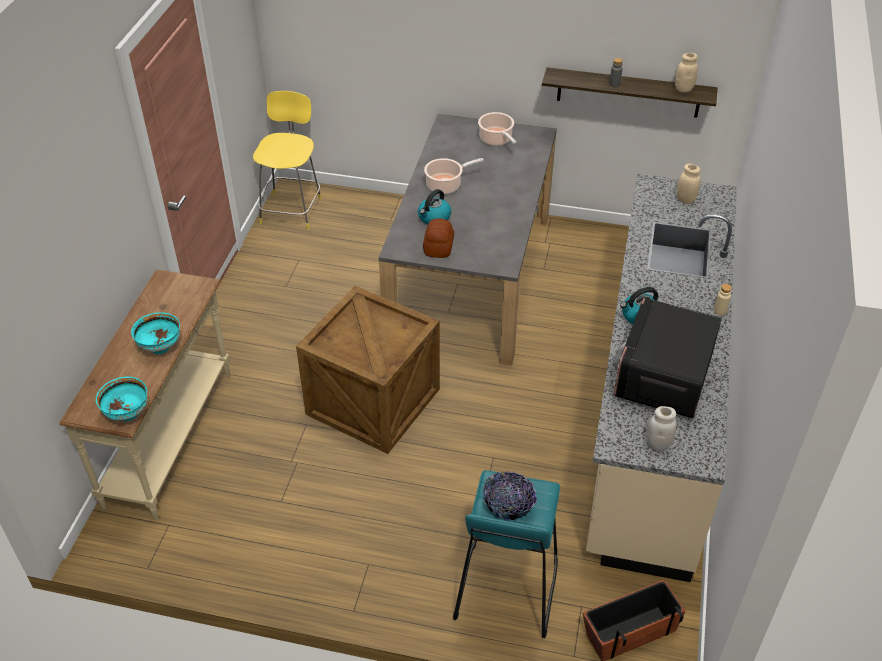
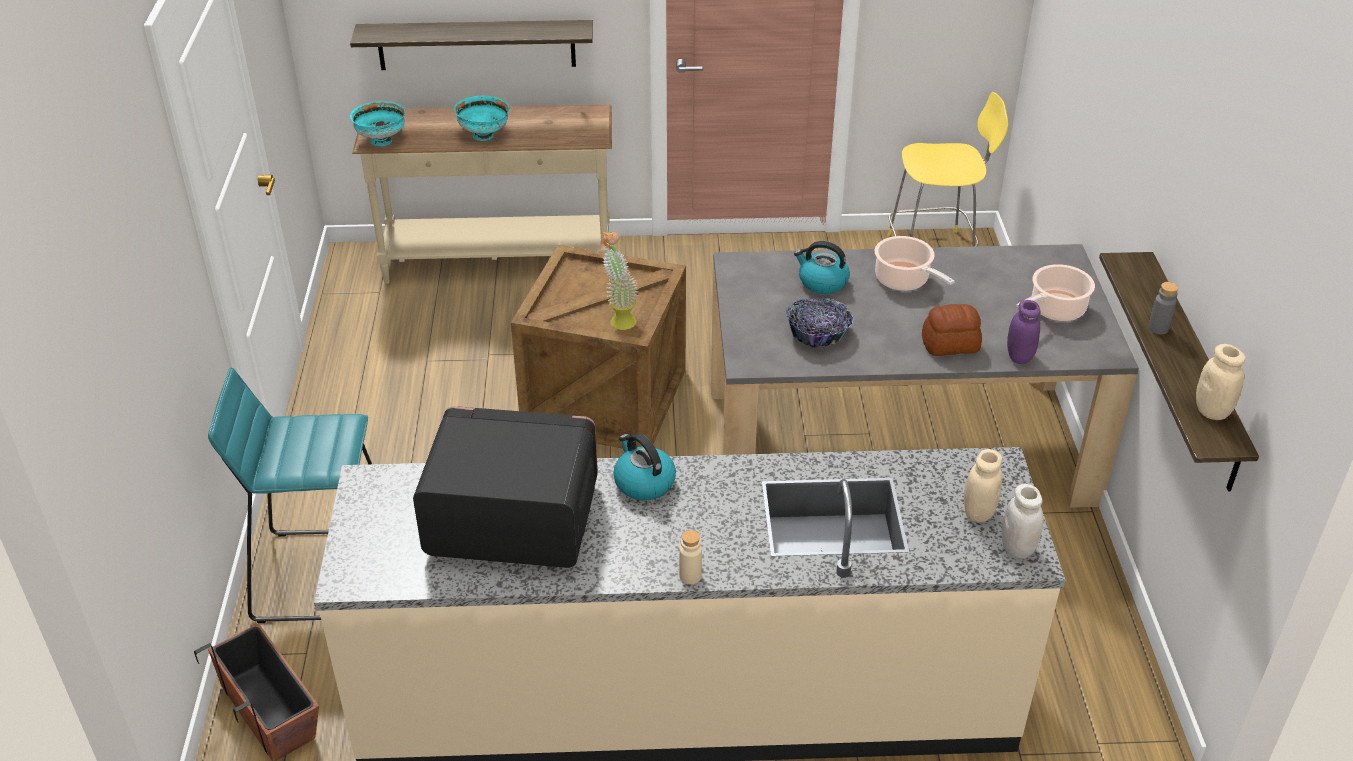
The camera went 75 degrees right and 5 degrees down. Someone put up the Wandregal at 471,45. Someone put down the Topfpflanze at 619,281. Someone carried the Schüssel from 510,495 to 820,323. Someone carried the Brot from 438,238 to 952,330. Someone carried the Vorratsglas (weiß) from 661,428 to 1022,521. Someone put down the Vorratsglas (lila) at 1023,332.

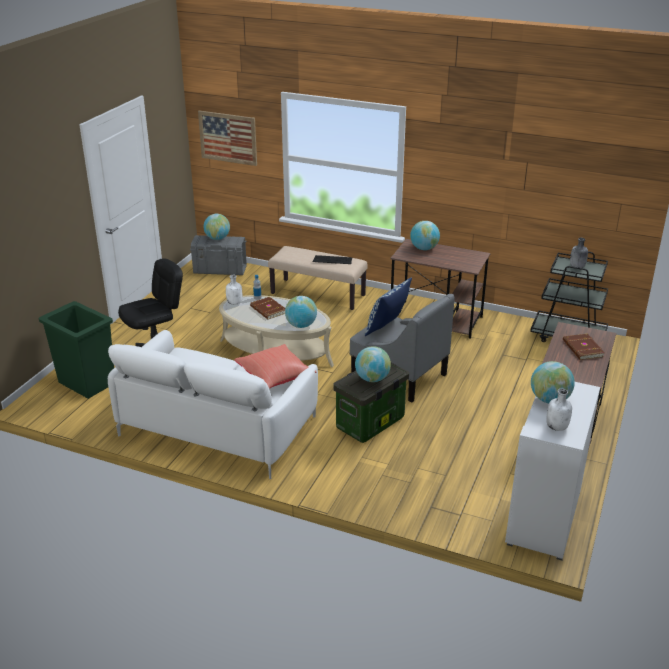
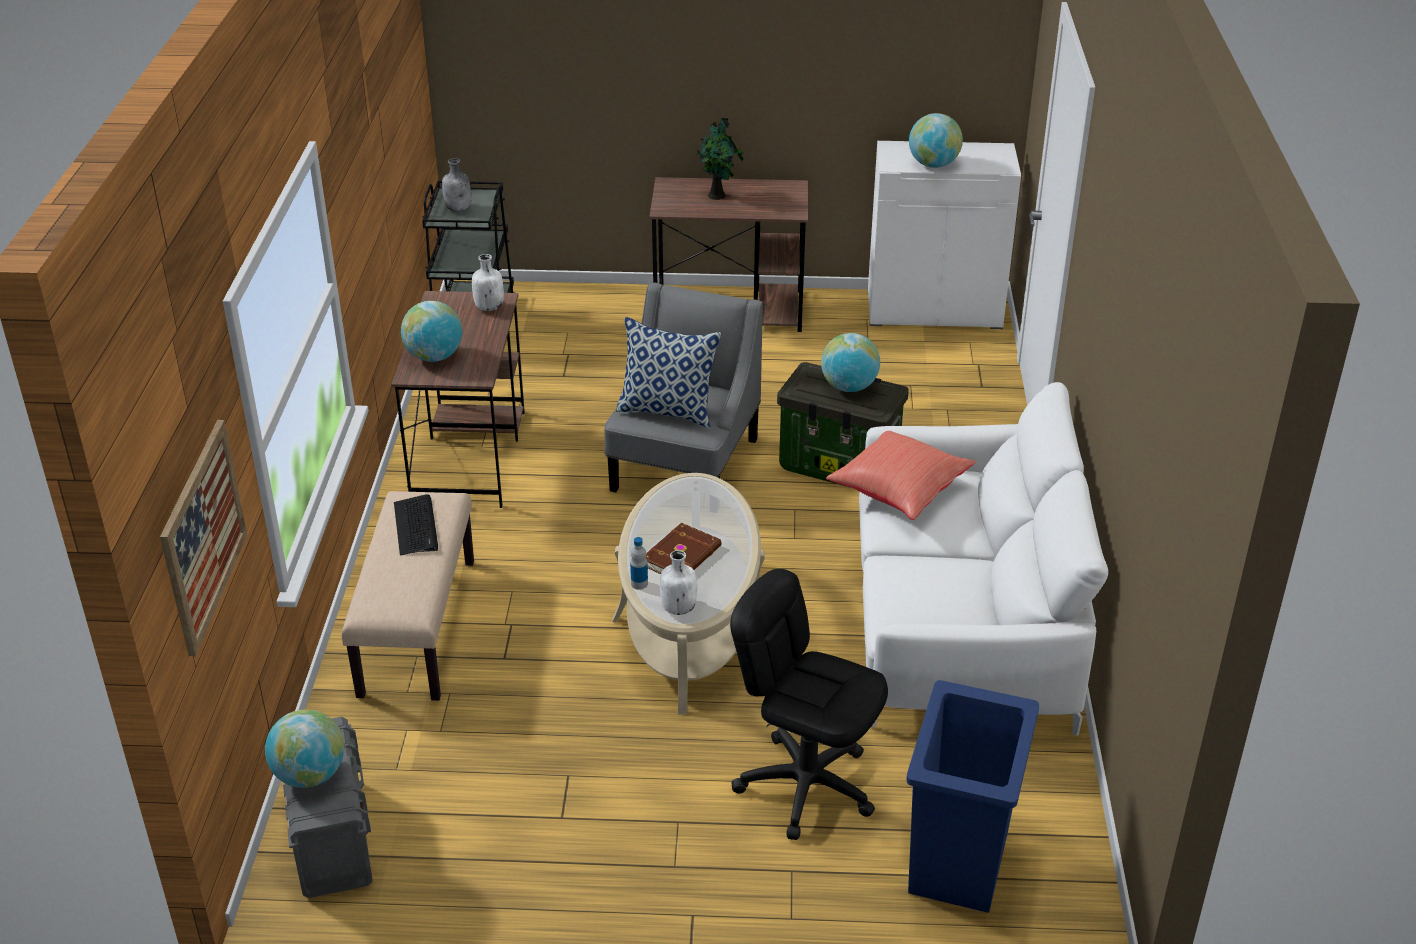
The camera went 110 degrees left and 5 degrees up. Someone carried the Flasche (weiß) from 559,410 to 488,282. Someone swapped the Buch (braun) at 584,347 for the Topfpflanze at 720,159. Someone repainted the Mülleimer (grün) at 76,350, which became the Mülleimer (blau) at 972,796. Someone took away the Globus at 301,312.

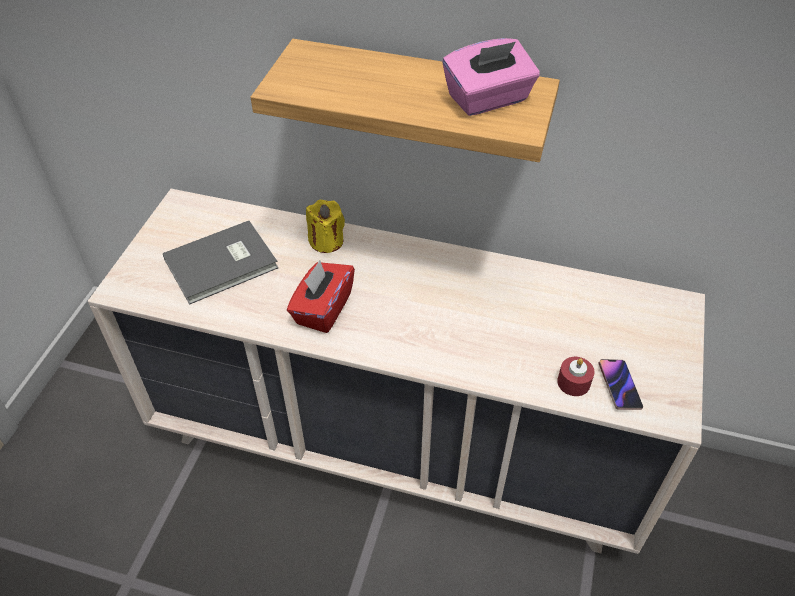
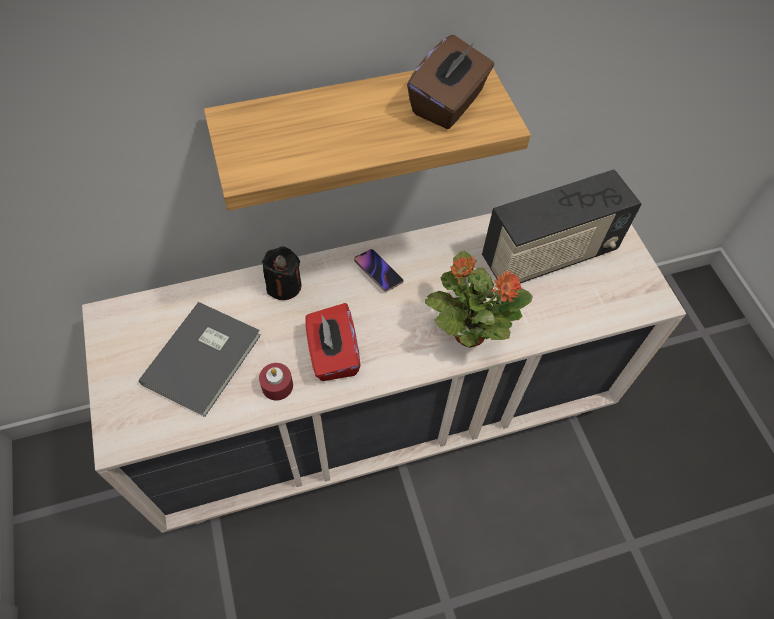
The camera went 35 degrees left and 10 degrees up. Someone carried the Kerze (rot) from 576,376 to 276,382. Someone repainted the Kerze (gelb) at 325,226, which became the Kerze (schwarz) at 282,273. Someone carried the Handy from 620,384 to 379,270. Someone repainted the Taschentuchbox (rosa) at 491,77, which became the Taschentuchbox (braun) at 450,82. Someone put down the Topfpflanze at 479,299. Someone put down the Radio at 561,226.

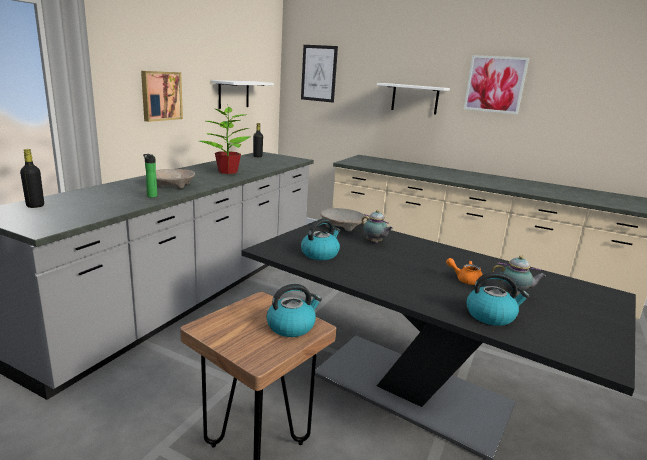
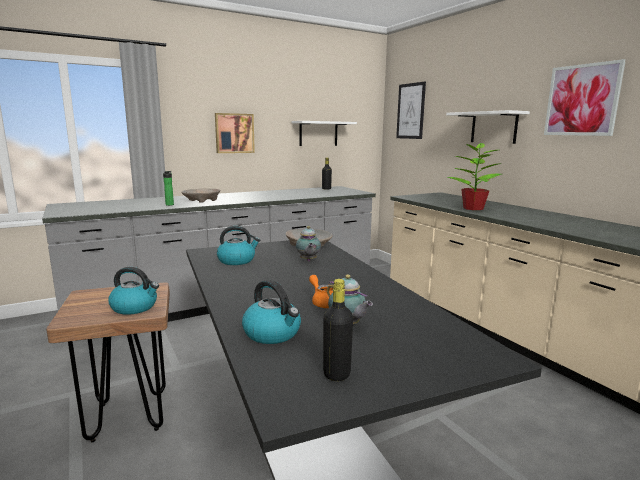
The camera went 35 degrees right and 5 degrees down. Someone carried the Flasche (schwarz) from 32,178 to 338,330. Someone carried the Topfpflanze from 224,139 to 474,175.

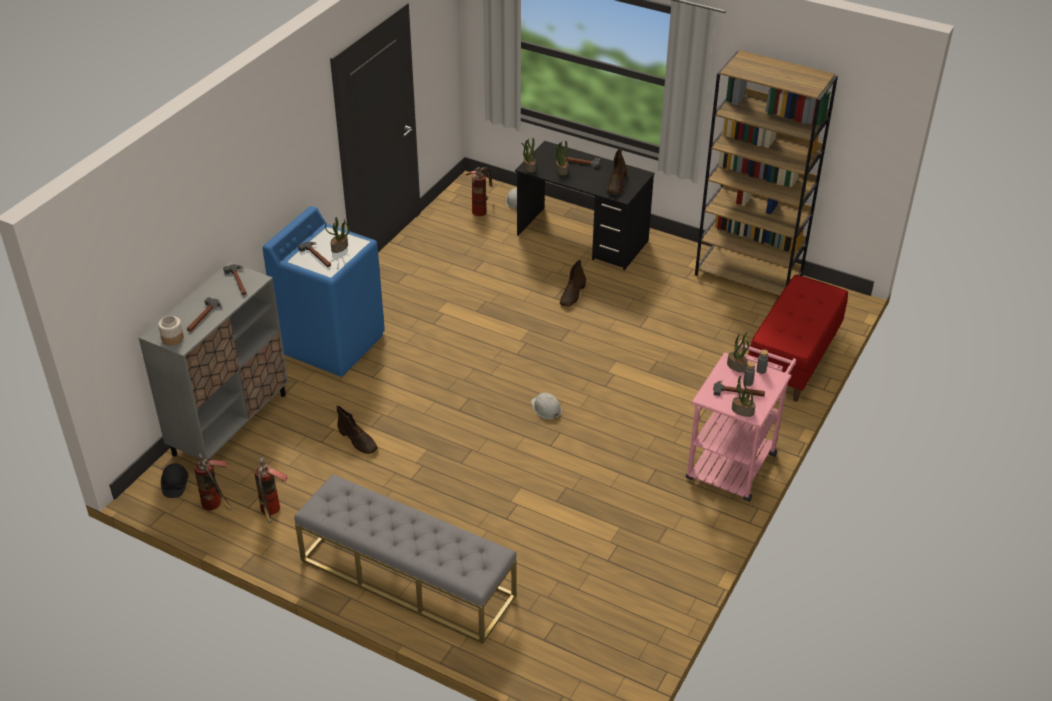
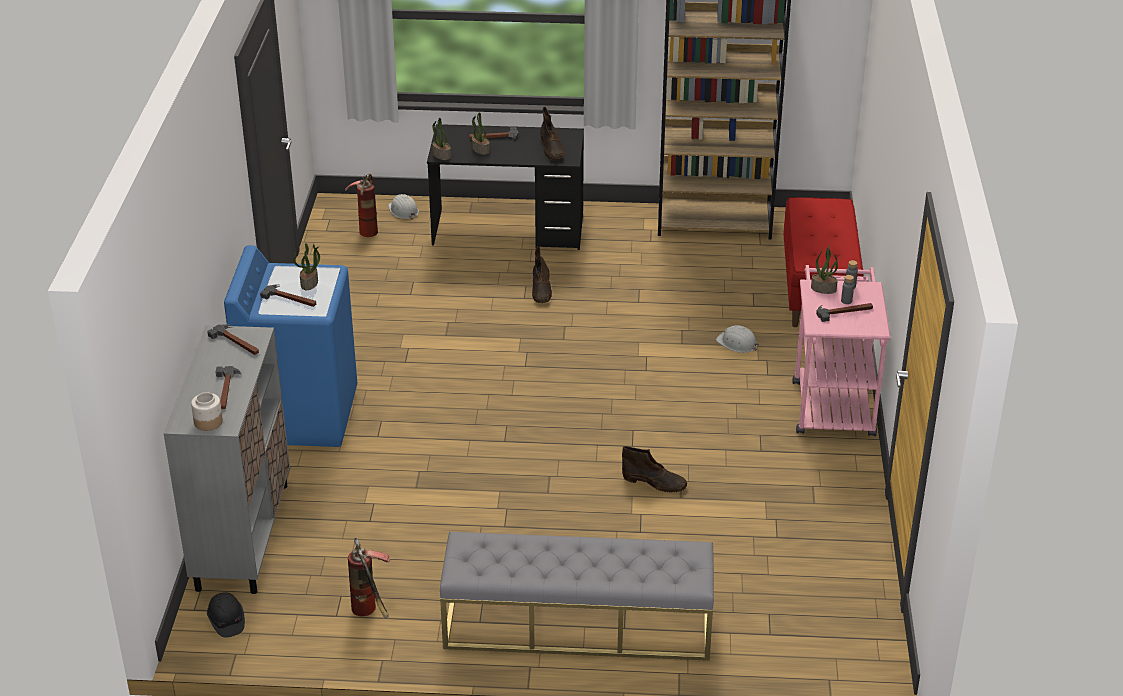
The camera went 25 degrees left and 5 degrees down. Someone carried the Stiefel (braun) from 357,430 to 654,469. Someone carried the Schutzhelm (weiß) from 546,406 to 737,339. Someone took away the Feuerlöscher at 213,481. Someone took away the Topfpflanze at 743,396.

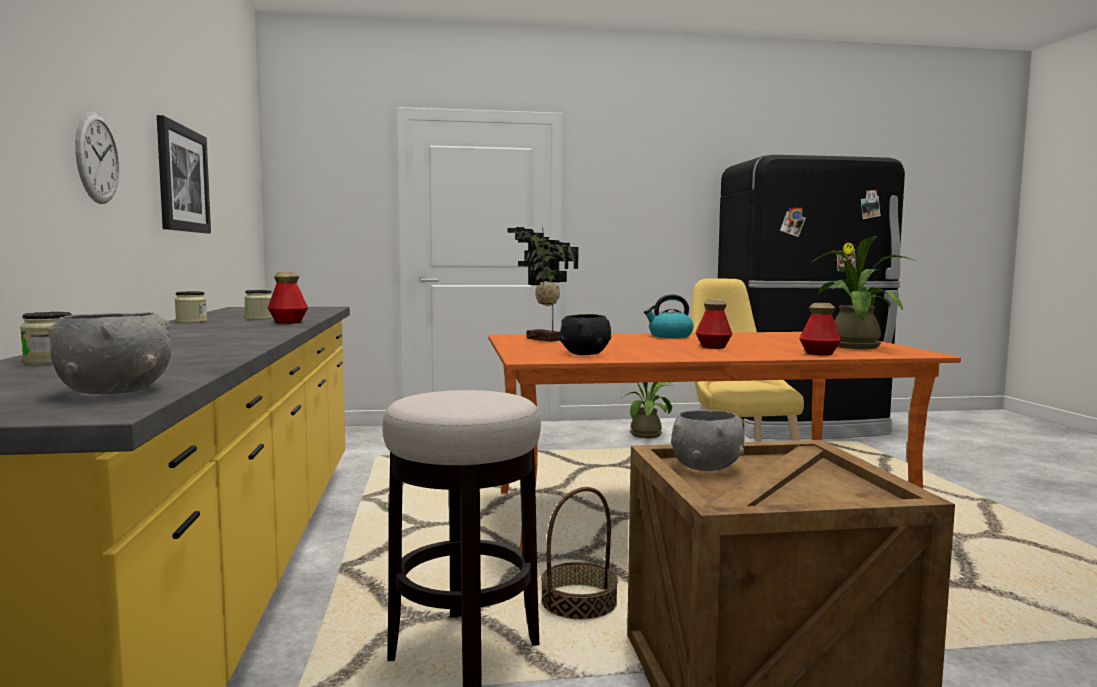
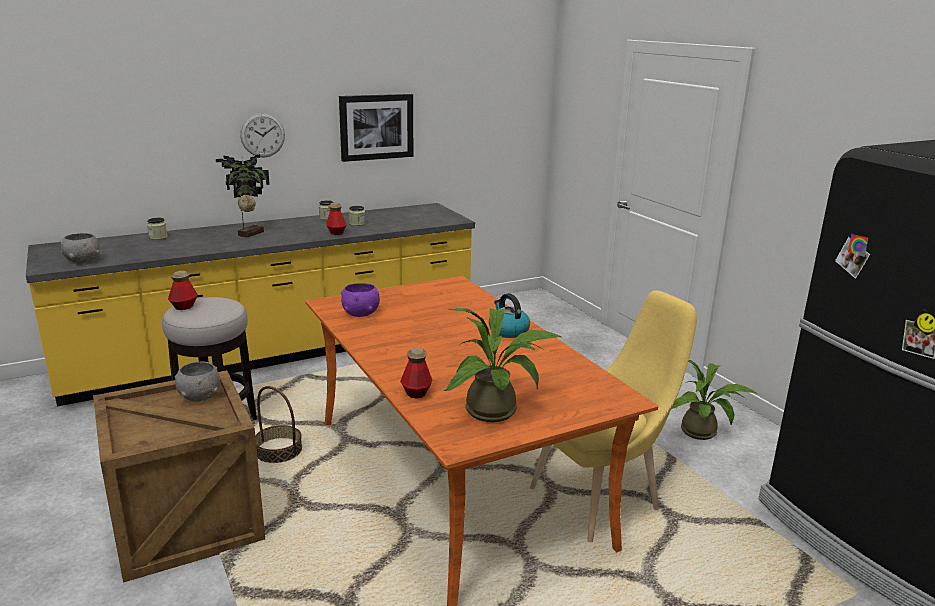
The camera went 70 degrees right and 15 degrees up. Someone carried the Flasche from 713,324 to 183,290. Someone carried the Topfpflanze from 543,284 to 243,196. Someone repainted the Schüssel (schwarz) at 585,334, which became the Schüssel (lila) at 360,300.

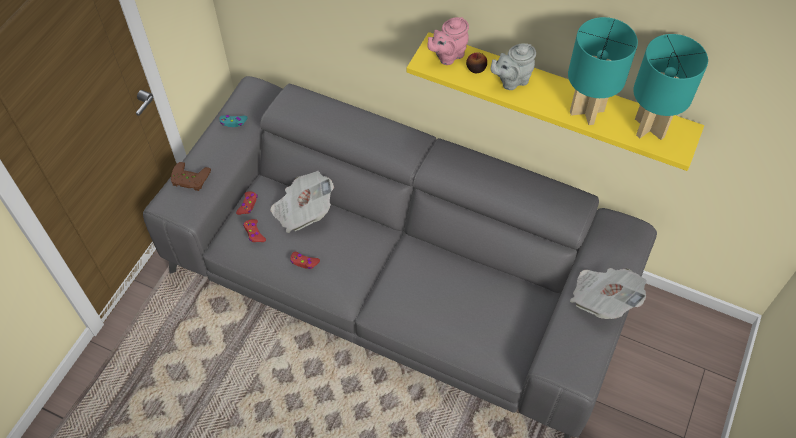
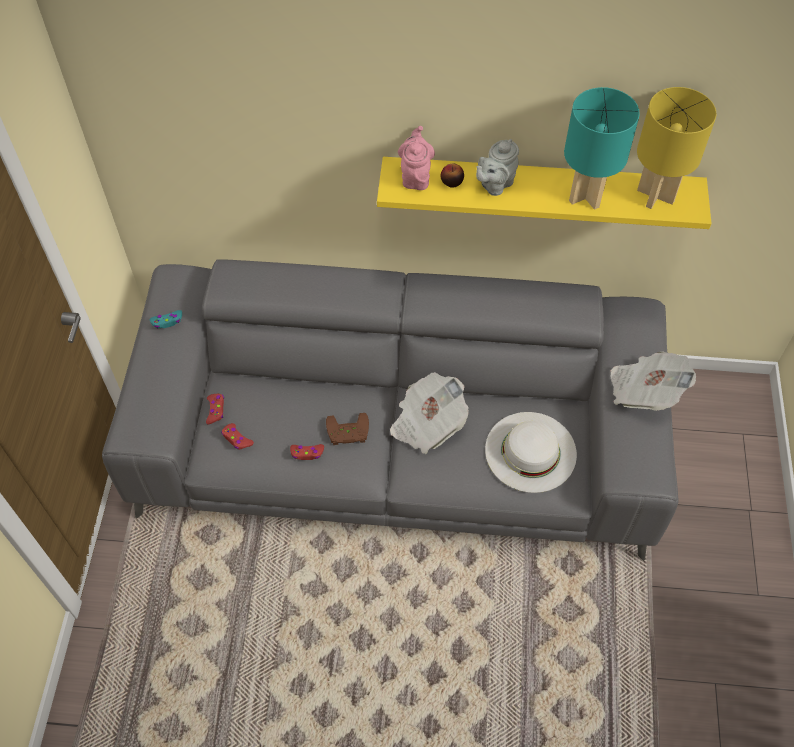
The camera went 20 degrees left and 0 degrees up. Someone carried the Gamepad (braun) from 191,176 to 347,429. Someone carried the Zeitung from 302,202 to 429,413. Someone rotated the Teekanne (rosa) at 448,41 by 150 degrees clockwise. Someone put down the Hut (weiß) at 531,452. Someone repainted the Tischlampe (türkis) at 671,87, which became the Tischlampe (gelb) at 676,148.

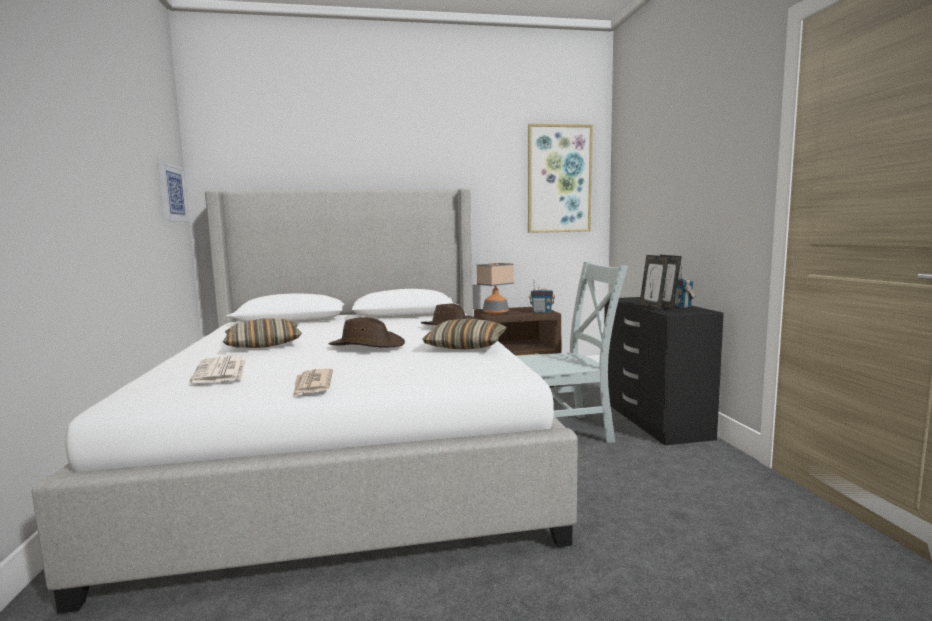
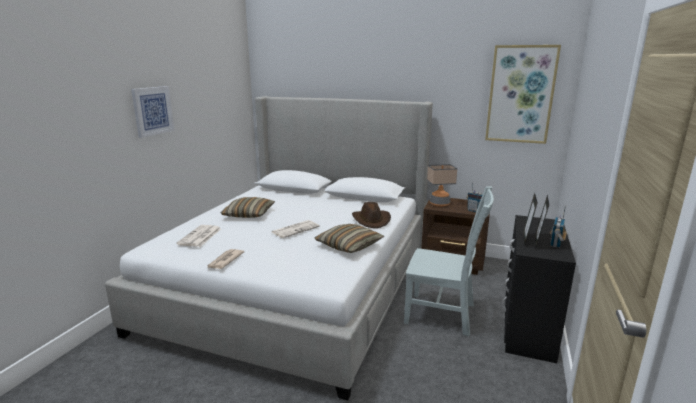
The camera went 30 degrees right and 10 degrees up. Someone carried the Bild from 174,191 to 153,112. Someone swapped the Hut (braun) at 367,332 for the Zeitung at 296,229.

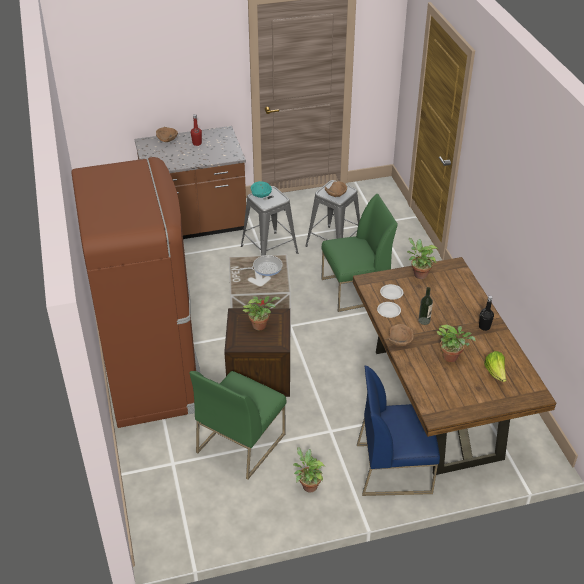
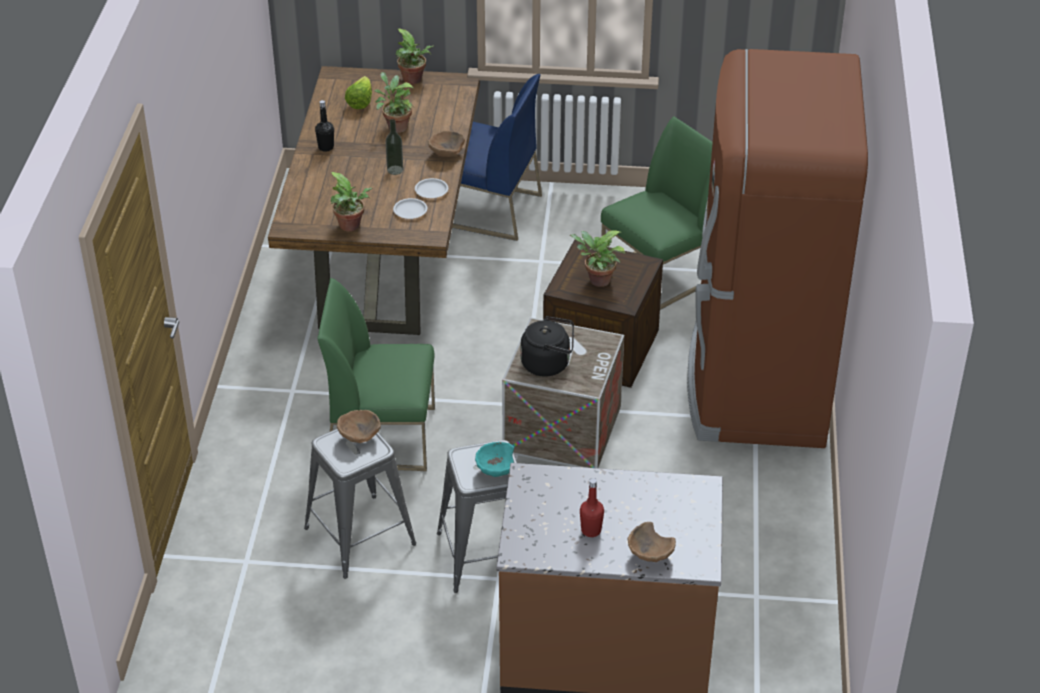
The camera went 160 degrees left and 0 degrees up. Someone carried the Topfpflanze from 309,470 to 415,56. Someone swapped the Pfanne at 261,265 for the Wasserkessel (schwarz) at 547,346.

